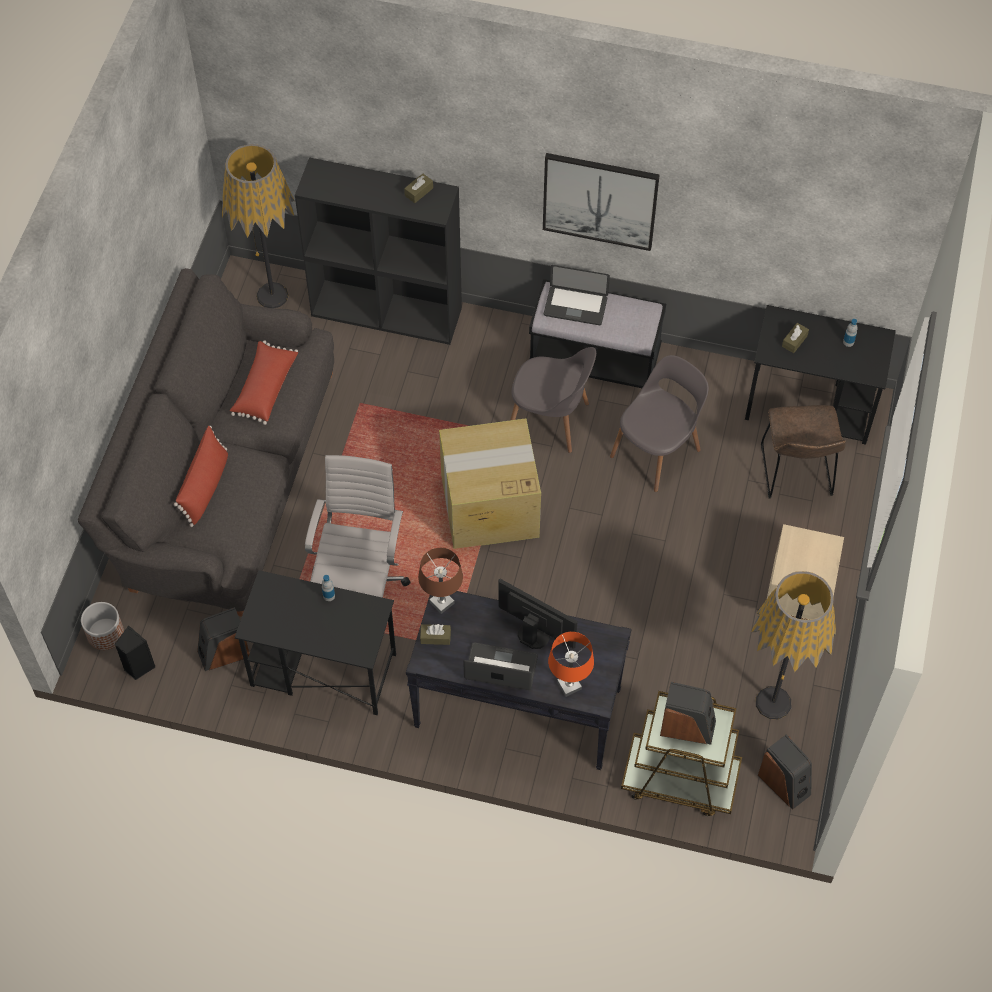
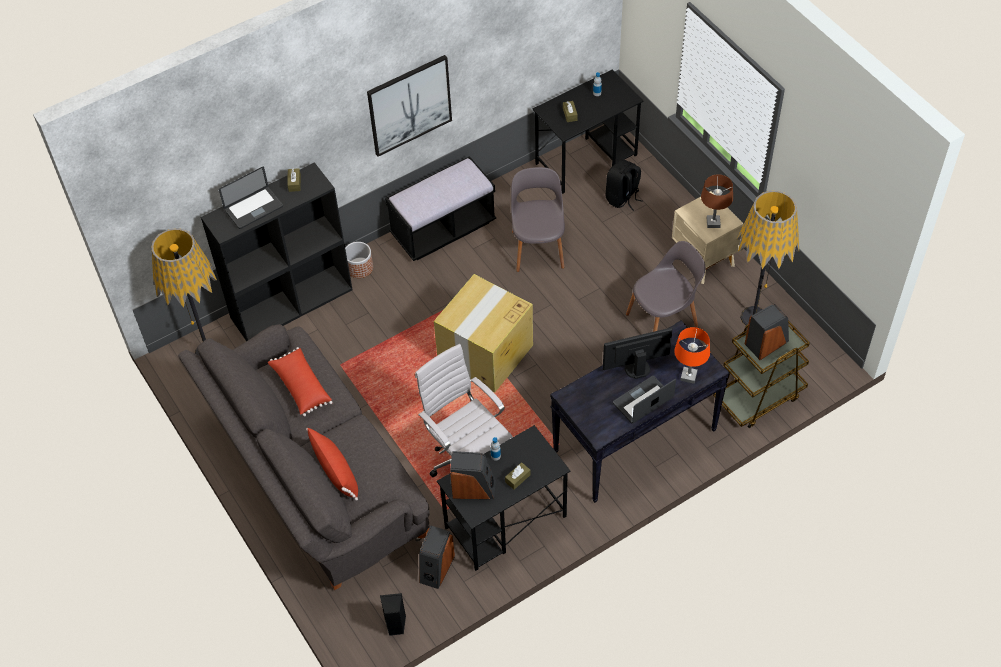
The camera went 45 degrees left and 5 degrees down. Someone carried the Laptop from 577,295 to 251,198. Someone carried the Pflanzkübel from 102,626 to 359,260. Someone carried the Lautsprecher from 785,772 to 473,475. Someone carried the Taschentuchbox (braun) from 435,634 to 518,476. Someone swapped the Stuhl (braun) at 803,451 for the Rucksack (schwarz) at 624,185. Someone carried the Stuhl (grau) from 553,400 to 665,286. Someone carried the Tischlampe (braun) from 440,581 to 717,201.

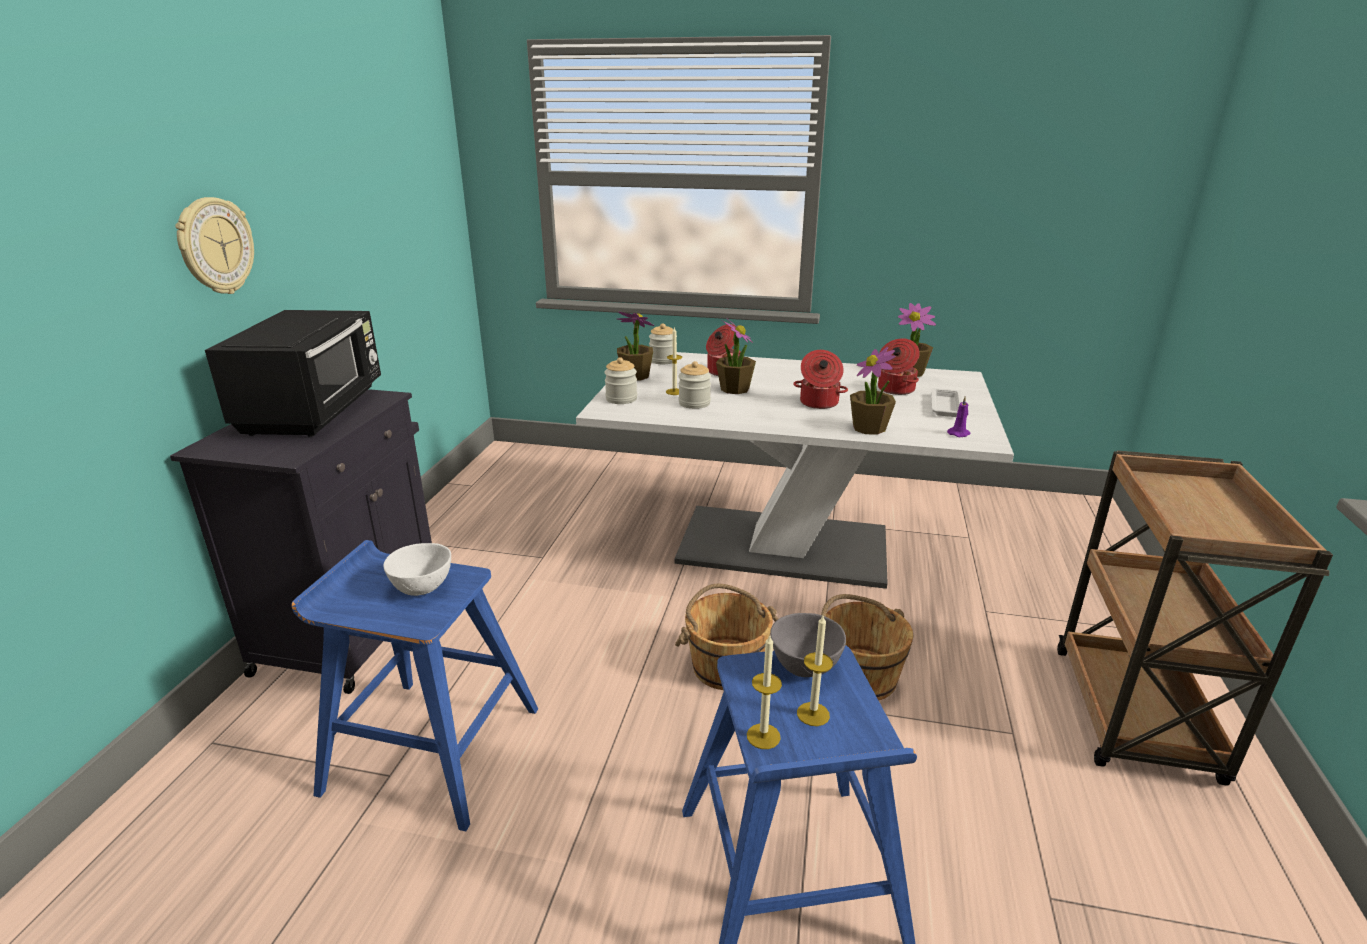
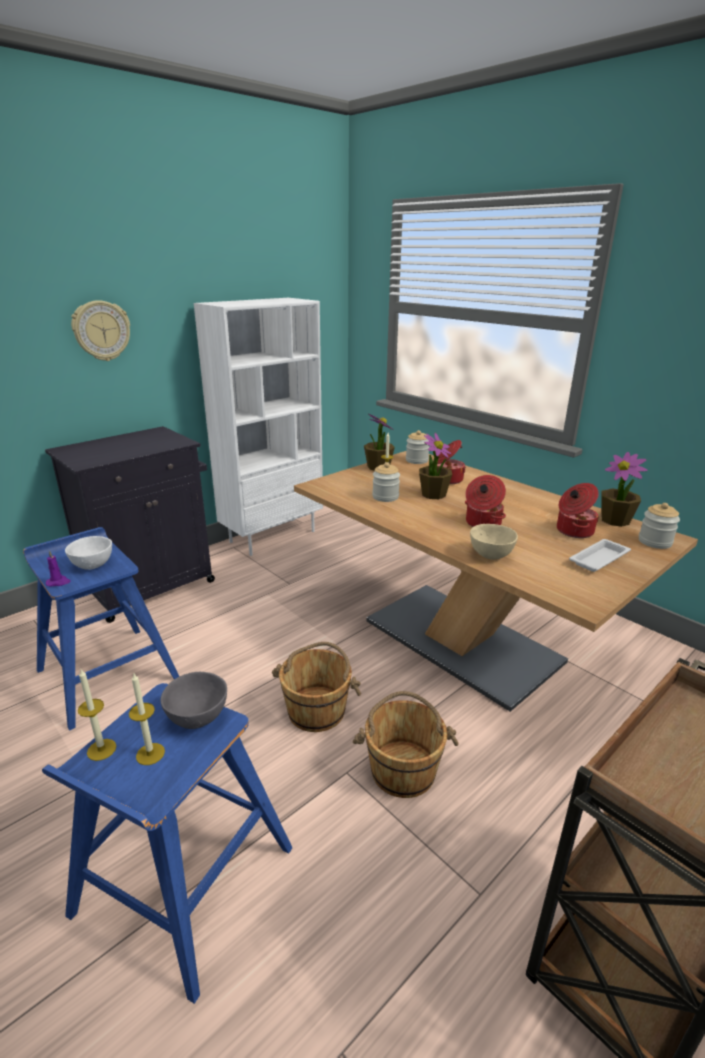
The camera went 35 degrees right and 0 degrees up. Someone carried the Kerze (lila) from 958,416 to 58,568. Someone put down the Bücherregal (weiß) at 258,427. Someone repainted the Esstisch (weiß) at 795,470, which became the Esstisch (braun) at 496,581. Someone swapped the Topfpflanze at 873,391 for the Schüssel (beige) at 494,541. Someone carried the Vorratsglas from 620,380 to 659,526. Someone took away the Mikrowelle (schwarz) at 293,373.

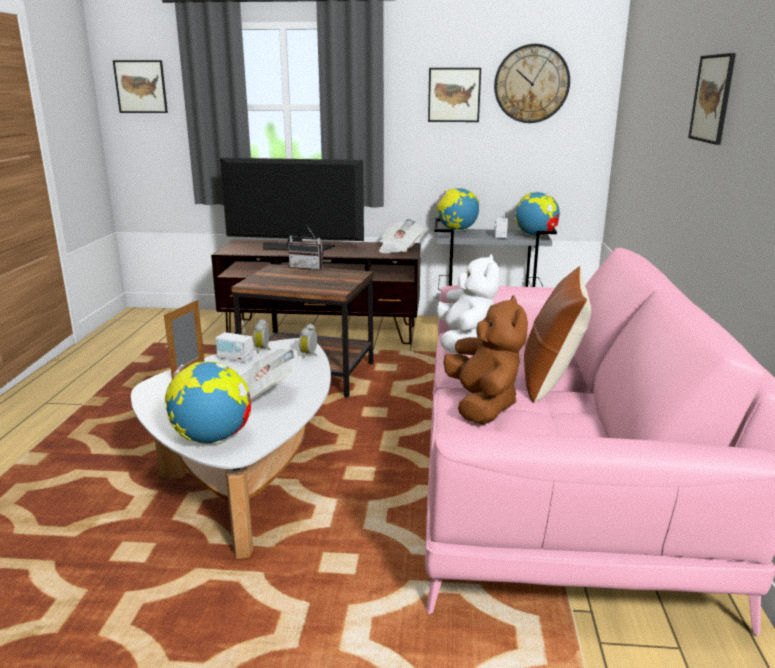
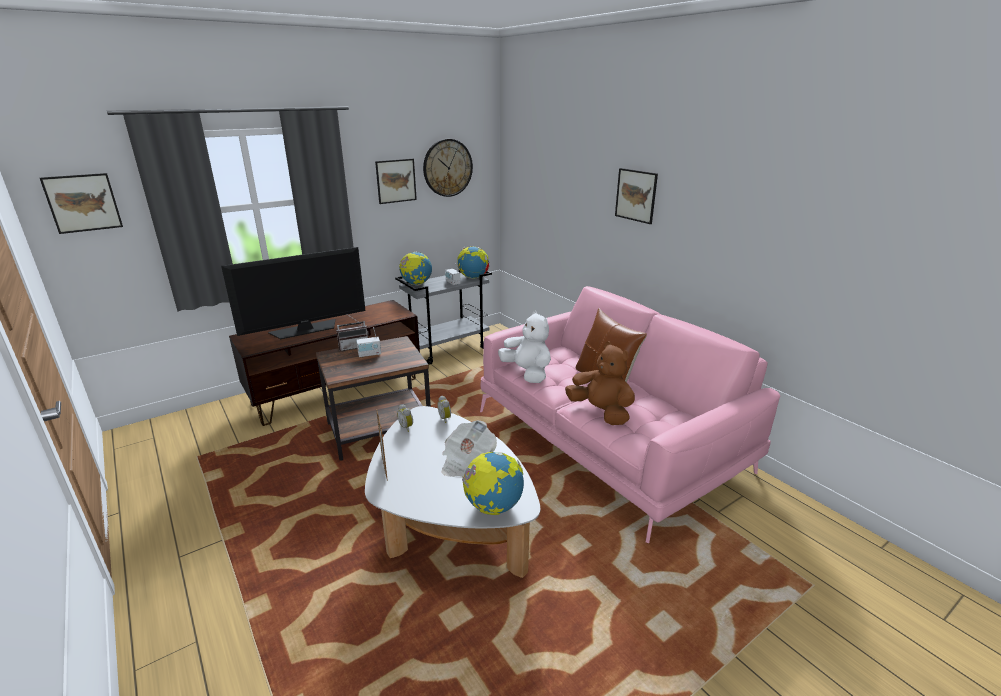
The camera went 40 degrees left and 5 degrees up. Someone carried the Radio from 234,341 to 368,342. Someone took away the Zeitung at 401,236.

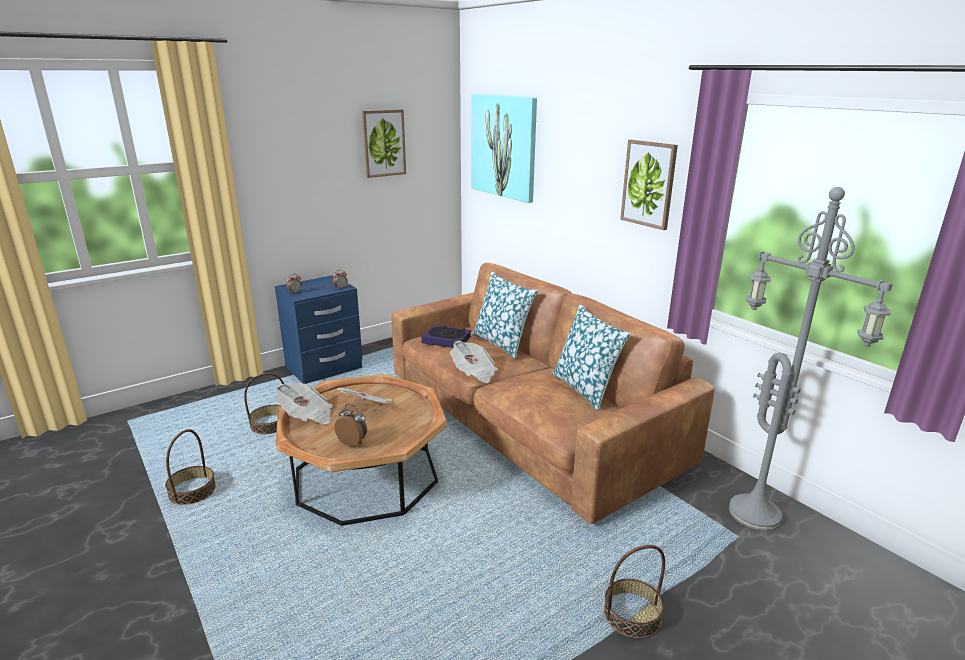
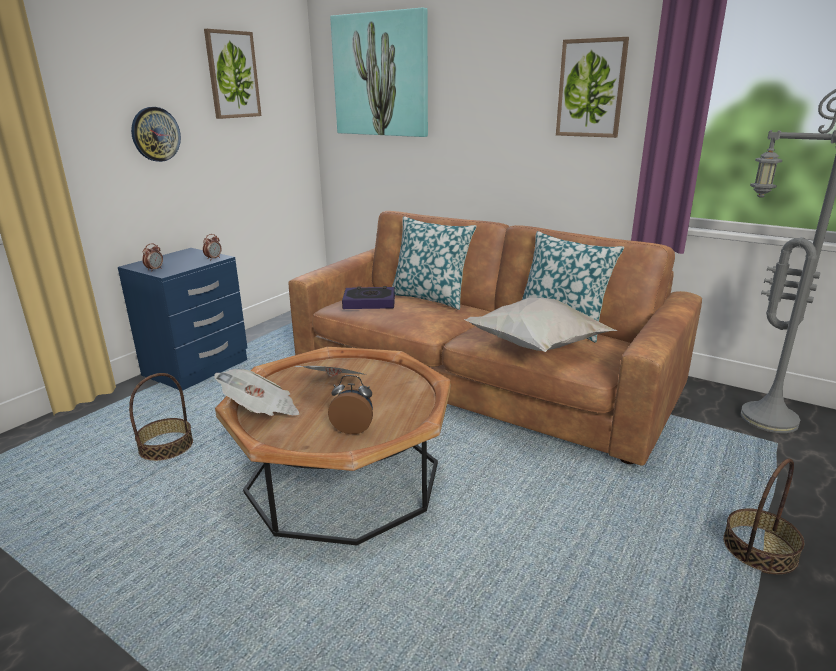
The camera went 20 degrees left and 0 degrees up. Someone put up the Wanduhr at 156,134. Someone put down the Kissen (weiß) at 540,324. Someone took away the Korb at 190,467. Someone took away the Zeitung at 474,362.

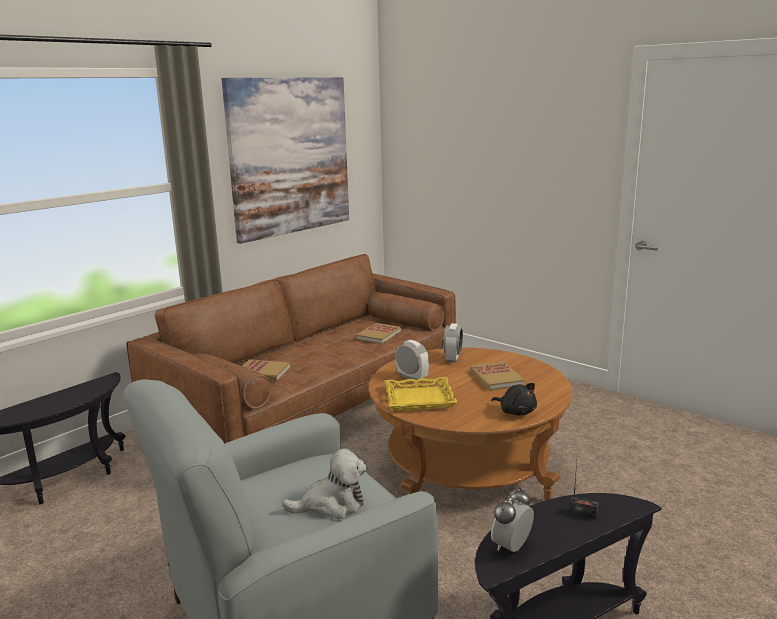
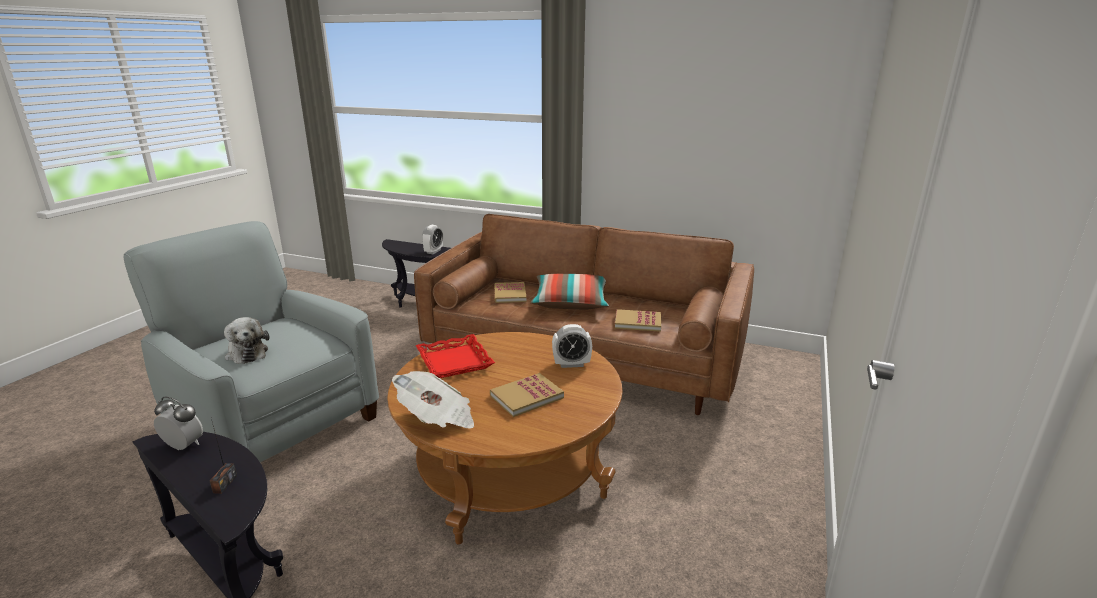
The camera went 70 degrees right and 5 degrees up. Someone swapped the Plüschtier (schwarz) at 514,399 for the Zeitung at 433,400. Someone repainted the Tablett (gelb) at 421,394, which became the Tablett (rot) at 455,356. Someone carried the Wecker from 412,360 to 432,239. Someone put down the Kissen at 570,292. Someone took away the Bild at 285,160.

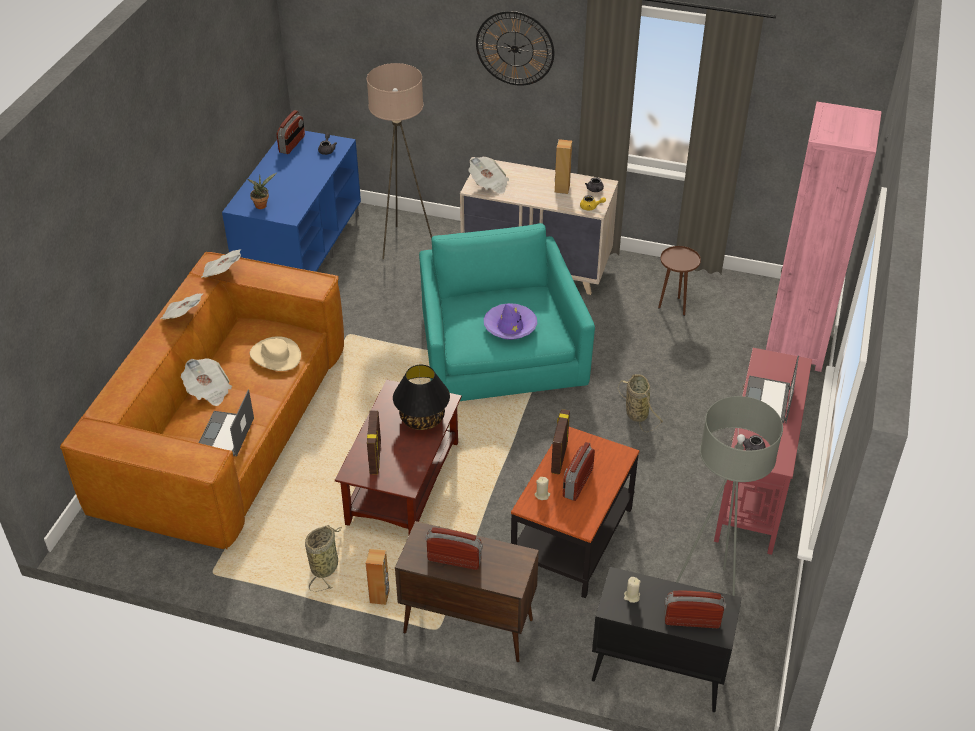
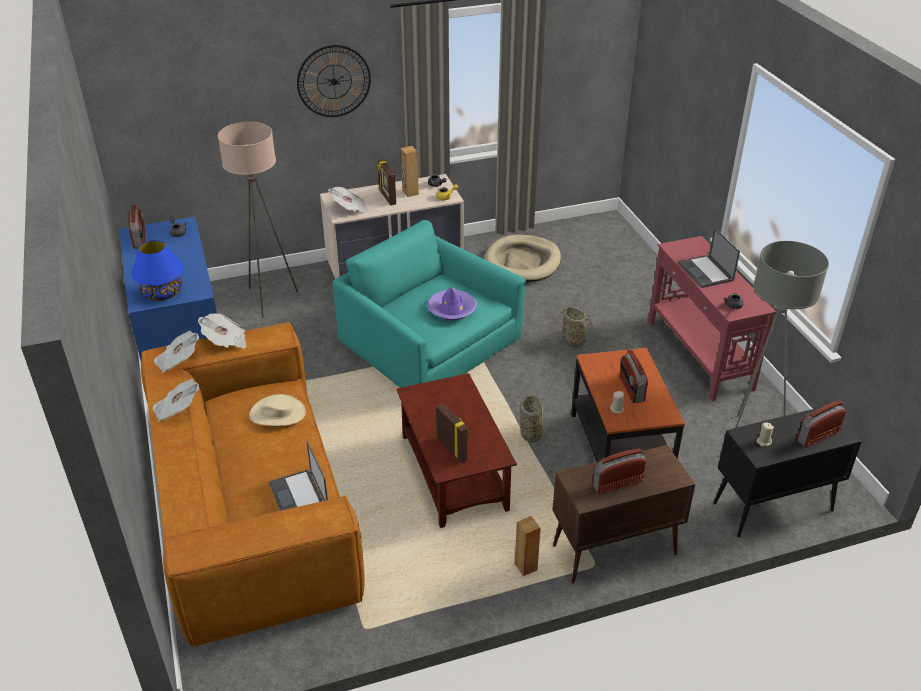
The camera went 35 degrees left and 5 degrees down. Someone swapped the Topfpflanze at 262,191 for the Tischlampe (blau) at 157,270. Someone carried the Zeitung from 206,382 to 222,330. Someone carried the Bilderrahmen from 560,442 to 386,182. Someone swapped the Beistelltisch (braun) at 679,281 for the Hundebett (beige) at 522,258. Someone carried the Korb from 323,558 to 534,423. Someone took away the Tischlampe (schwarz) at 421,397. Someone took away the Bücherregal (rosa) at 823,237.

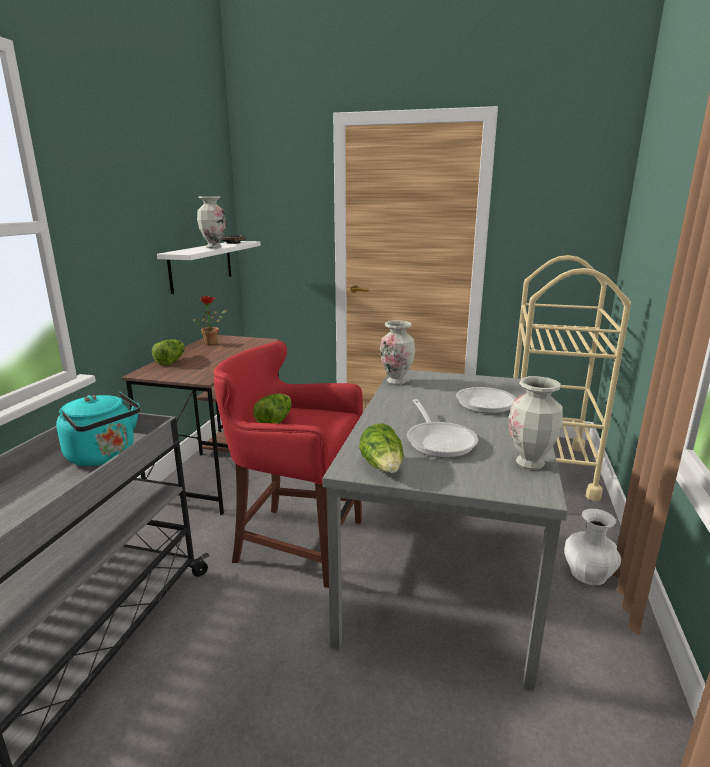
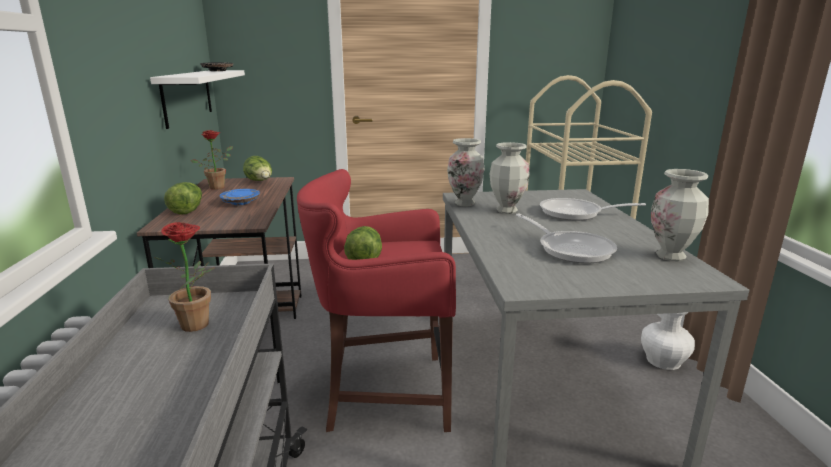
The camera went 20 degrees left and 0 degrees up. Someone swapped the Wasserkessel (türkis) at 98,428 for the Topfpflanze at 184,277. Someone put down the Teller (blau) at 239,197. Someone carried the Salatkopf from 381,448 to 257,168. Someone carried the Vase from 211,222 to 510,178.

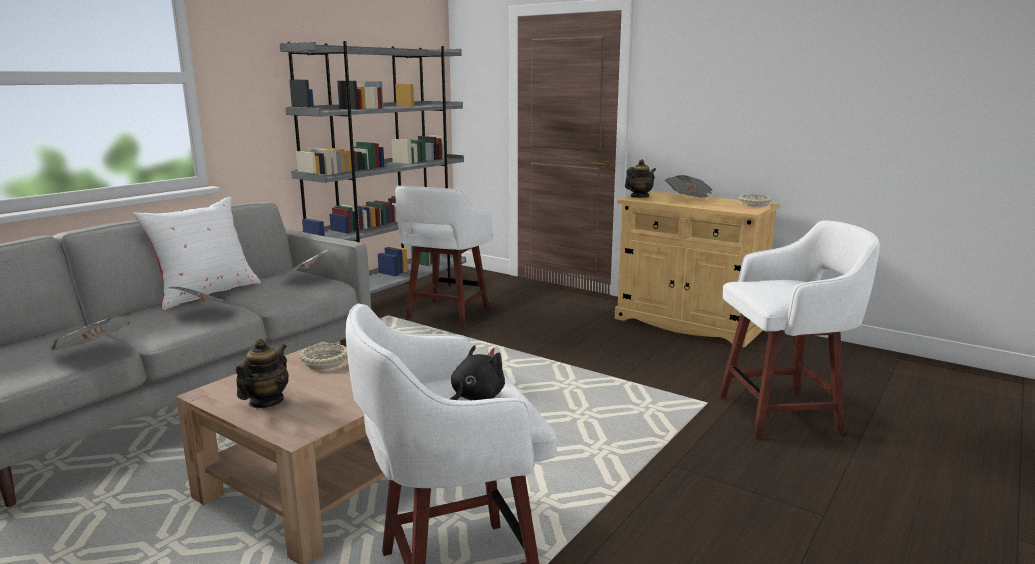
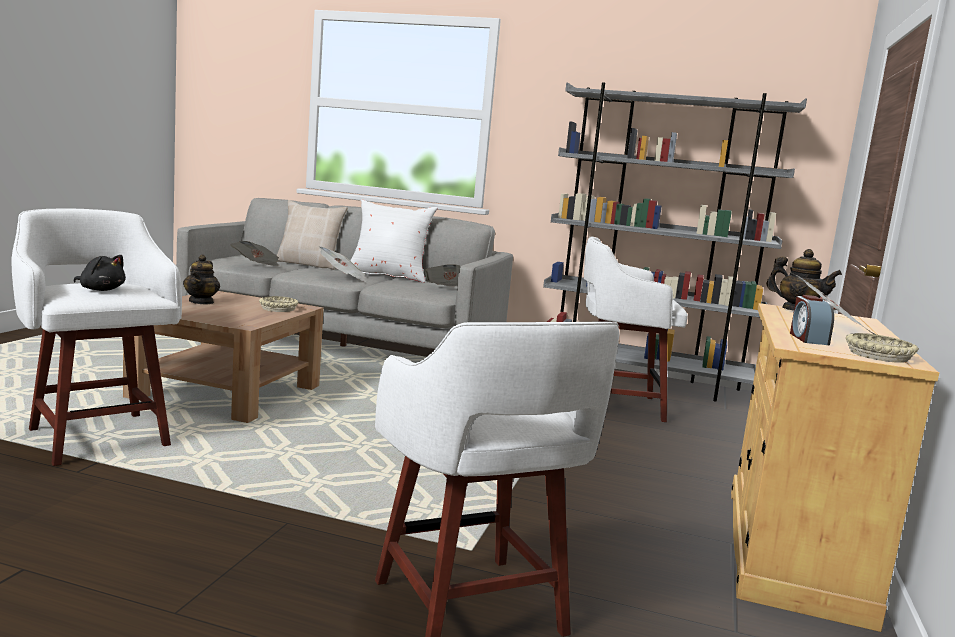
The camera went 70 degrees right and 5 degrees down. Someone rotated the Teekanne at 262,373 by 90 degrees clockwise. Someone put down the Kissen (beige) at 312,235. Someone put down the Wecker at 812,320.

